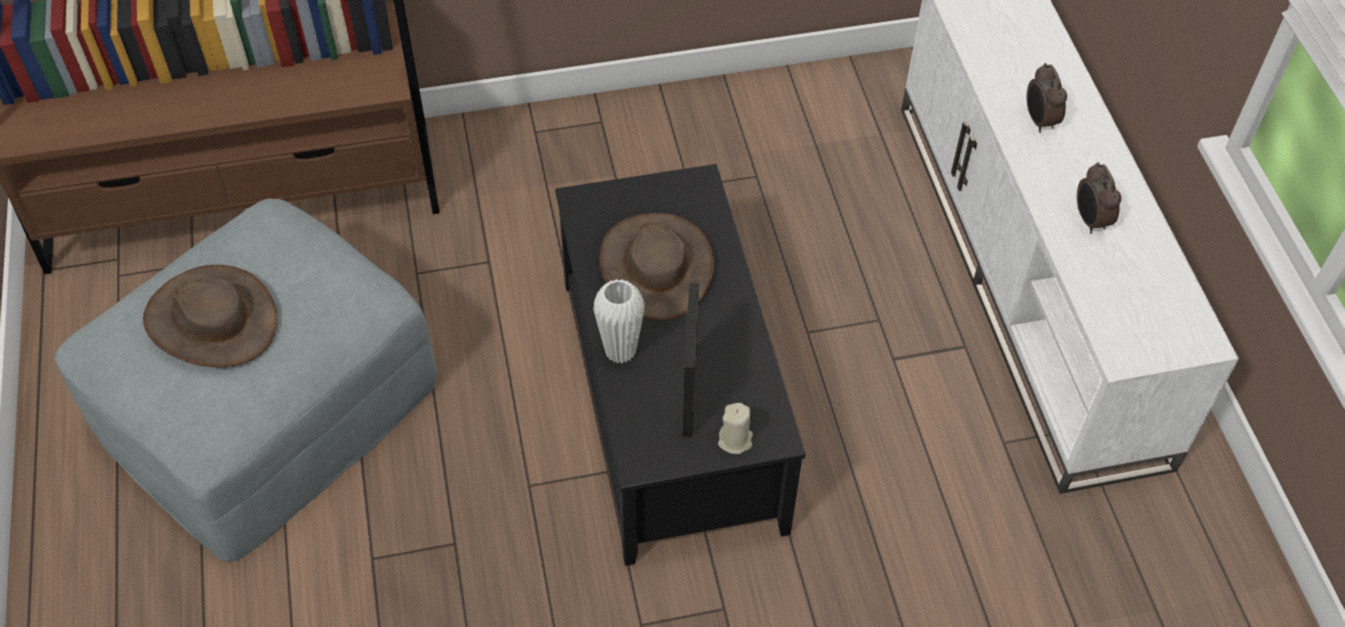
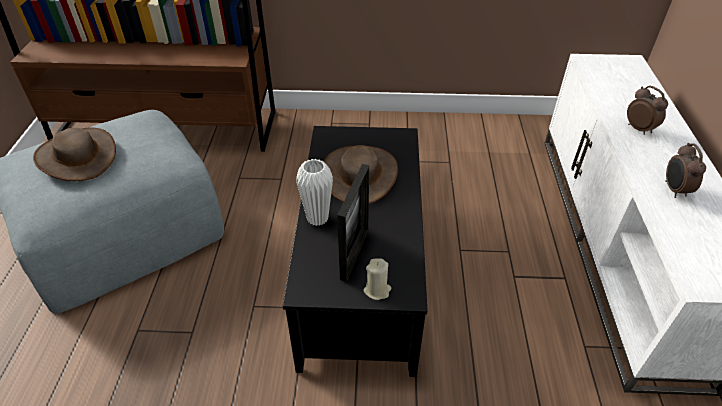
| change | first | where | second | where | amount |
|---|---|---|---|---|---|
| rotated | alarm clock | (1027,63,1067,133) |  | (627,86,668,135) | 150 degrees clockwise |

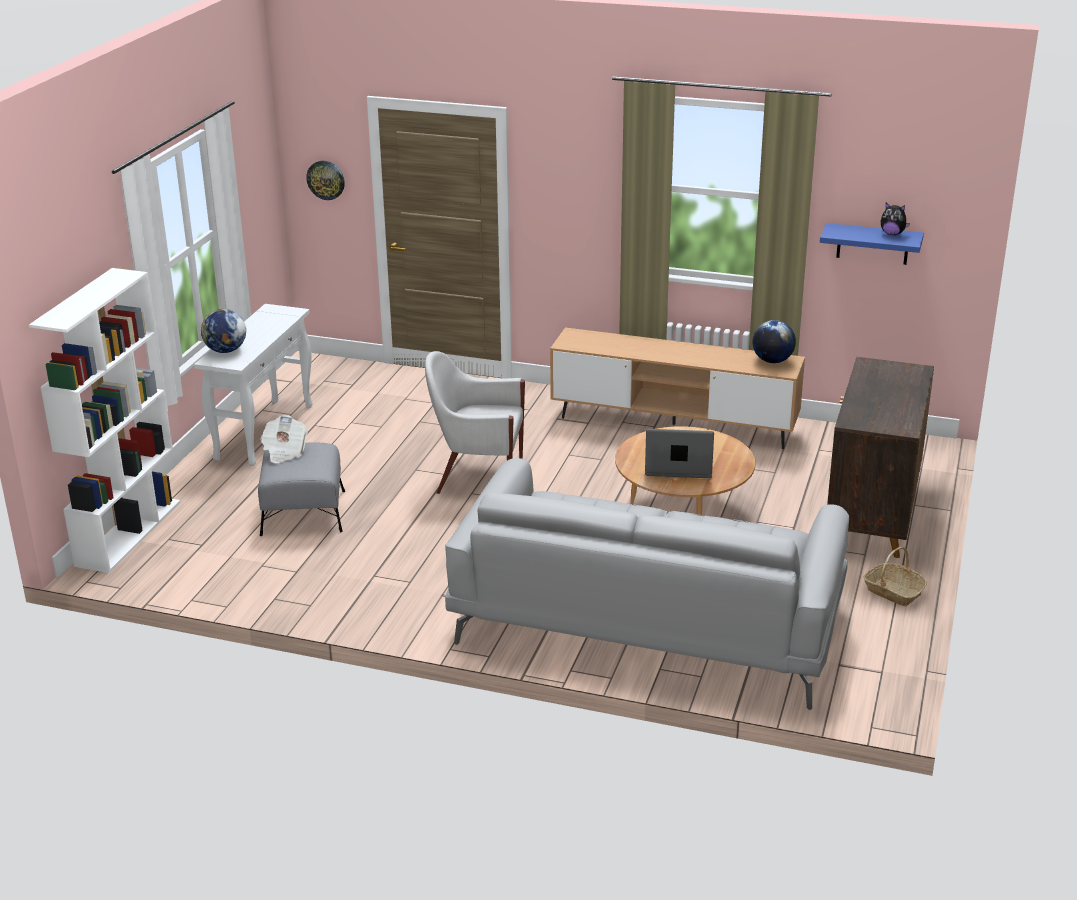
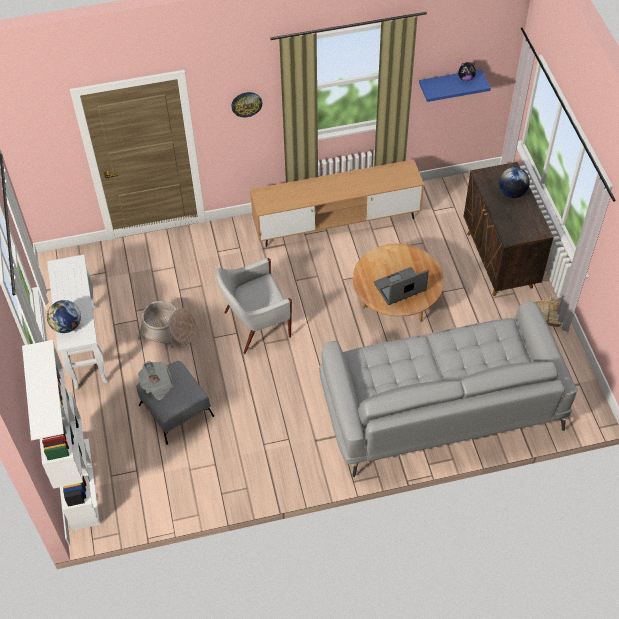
| change | first | where | second | where | amount |
|---|---|---|---|---|---|
| shifted | wall clock | (306,161,345,200) |  | (231,92,262,117) |  |
| shifted | globe | (752,320,796,363) |  | (499,167,530,198) |  |
| new |  |  | storage basket | (138,301,197,348) |  |

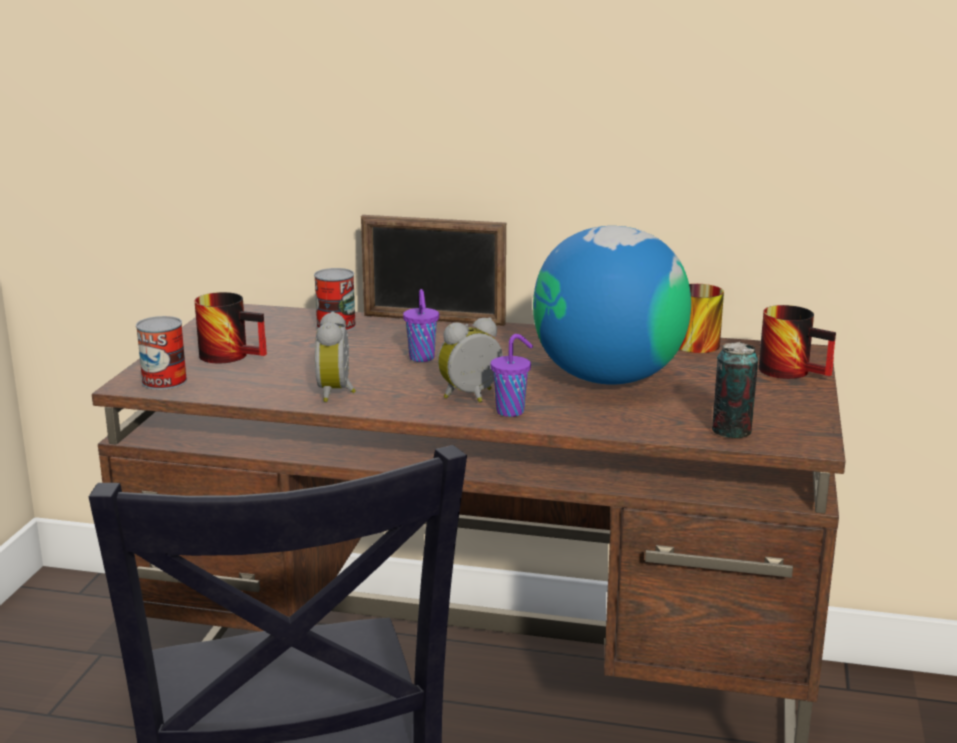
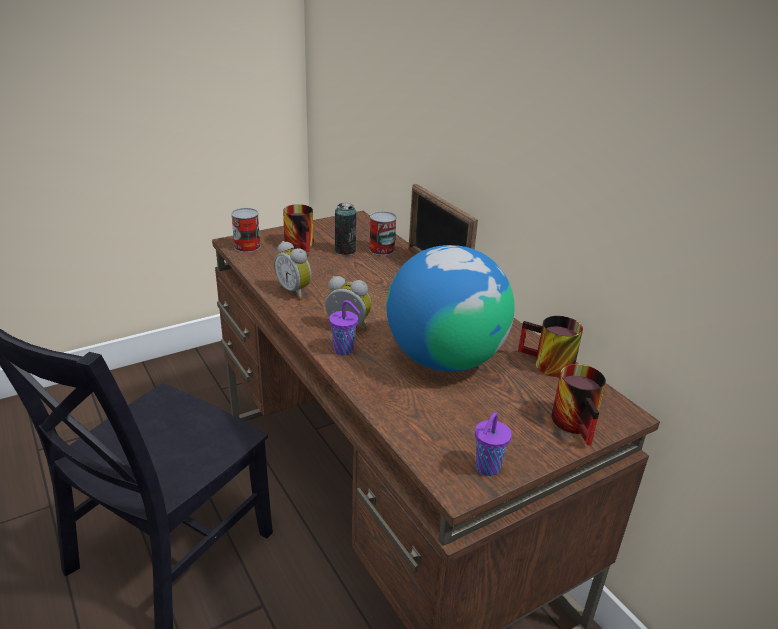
| change | first | where | second | where | amount |
|---|---|---|---|---|---|
| shifted | purplish drinking cup | (403,289,439,362) |  | (475,412,512,476) |  |
| rotated | alarm clock | (315,311,356,402) |  | (274,241,312,299) | 90 degrees counterclockwise |
| shifted | sealed can | (712,342,758,438) |  | (335,203,356,255) |  |

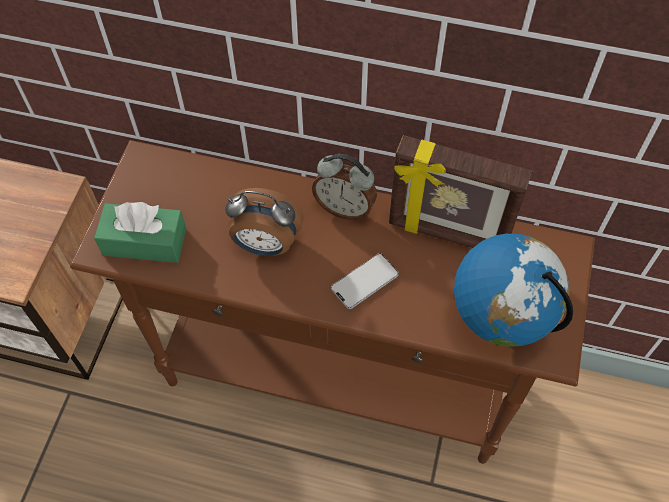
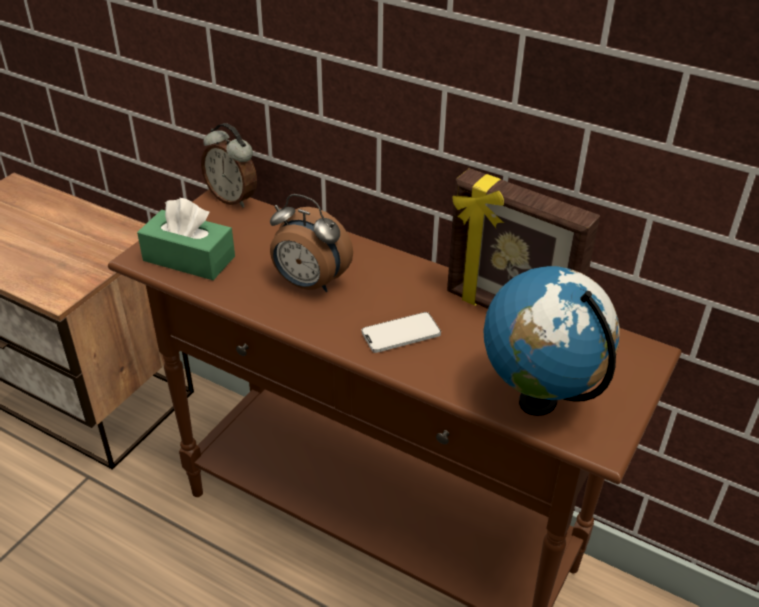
| change | first | where | second | where | amount |
|---|---|---|---|---|---|
| shifted | alarm clock | (312,154,377,220) |  | (201,123,257,207) |  |

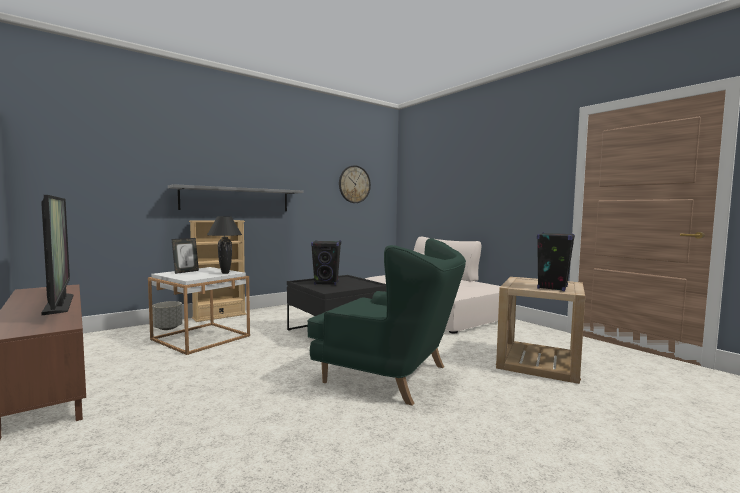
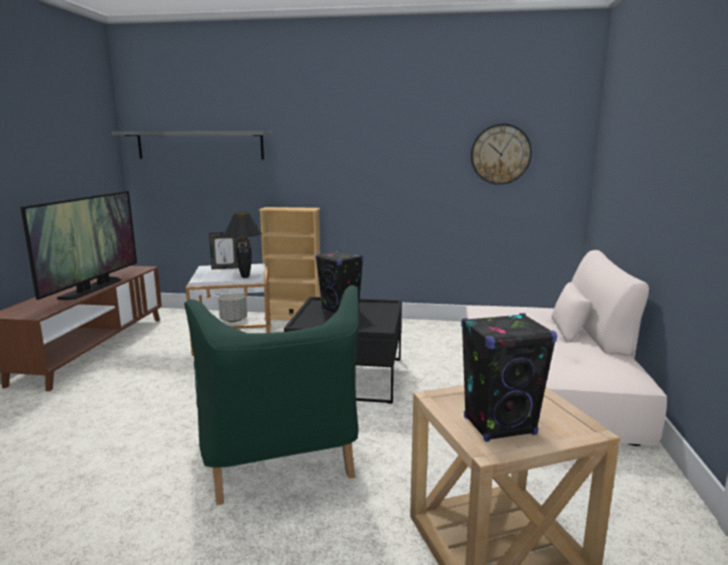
| change | first | where | second | where | amount |
|---|---|---|---|---|---|
| shifted | gray wall shelf | (168,184,304,211) |  | (112,131,272,159) |  |

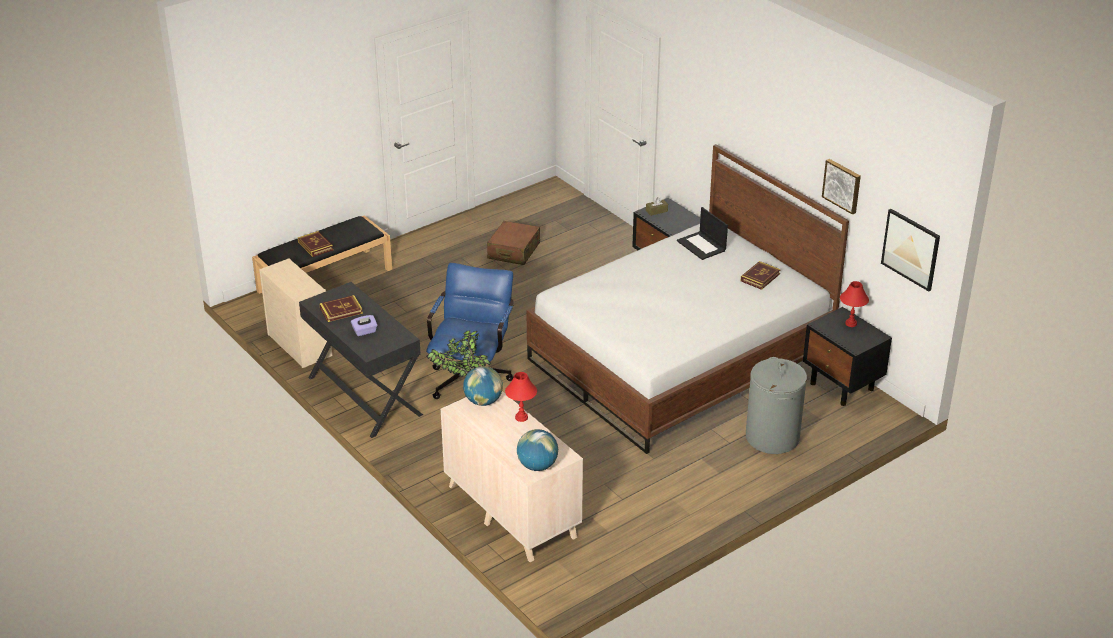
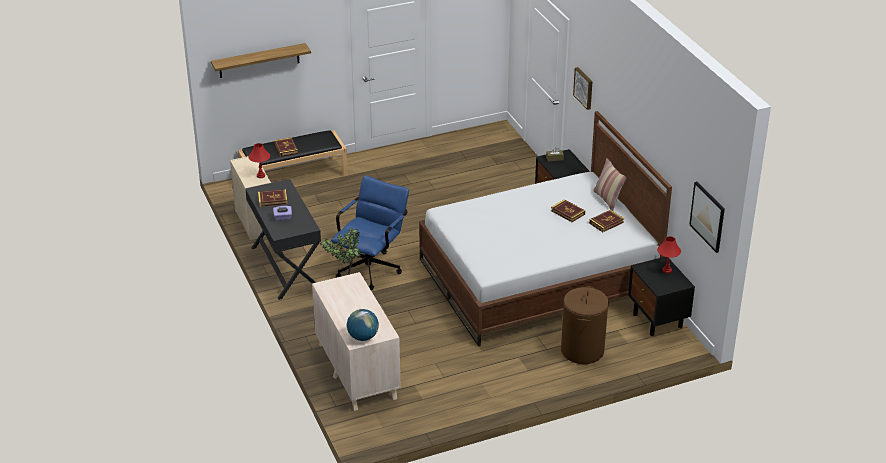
| change | first | where | second | where | amount |
|---|---|---|---|---|---|
| shifted | wall art | (822,159,861,215) |  | (573,67,593,110) |  |
| gone | portable computer | (677,207,728,260) |  |  |  |
| gone | brownish travel case | (487,221,540,265) |  |  |  |
| repainted | gray washing basket | (746,357,807,454) | brownish washing basket | (561,286,609,364) |  |
| gone | globe | (463,366,503,406) |  |  |  |
| shifted | red tabletop lamp | (505,372,537,422) |  | (248,143,270,178) |  |
| new |  |  | wall shelf | (211,43,311,78) |  |
| new |  |  | throw pillow | (593,158,627,211) |  |
| new |  |  | book | (551,199,585,222) |  |

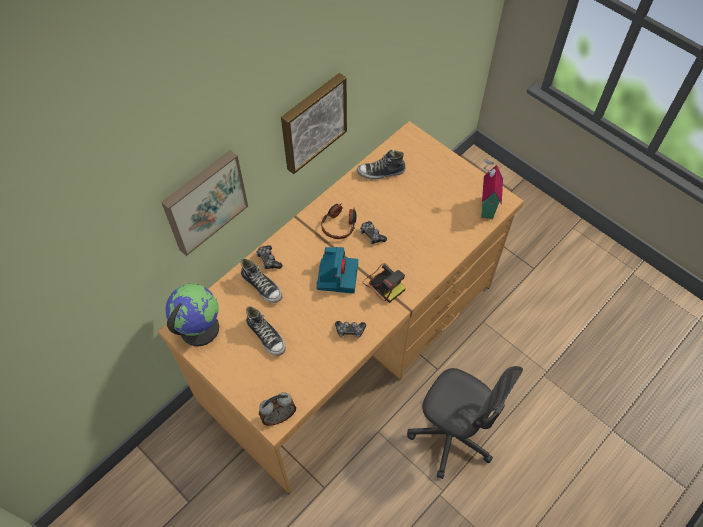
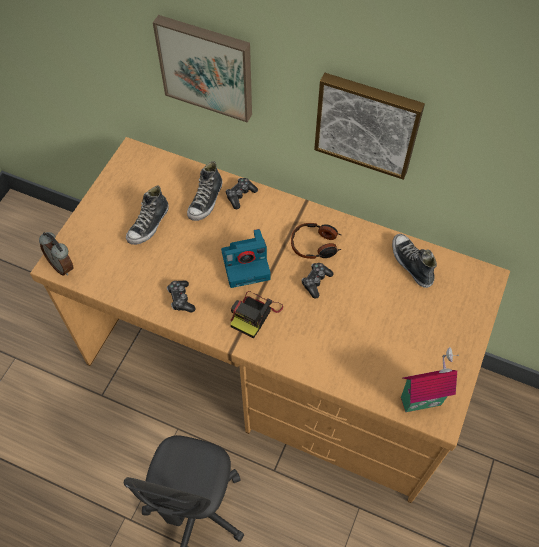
| change | first | where | second | where | amount |
|---|---|---|---|---|---|
| gone | globe | (166,283,219,346) |  |  |  |

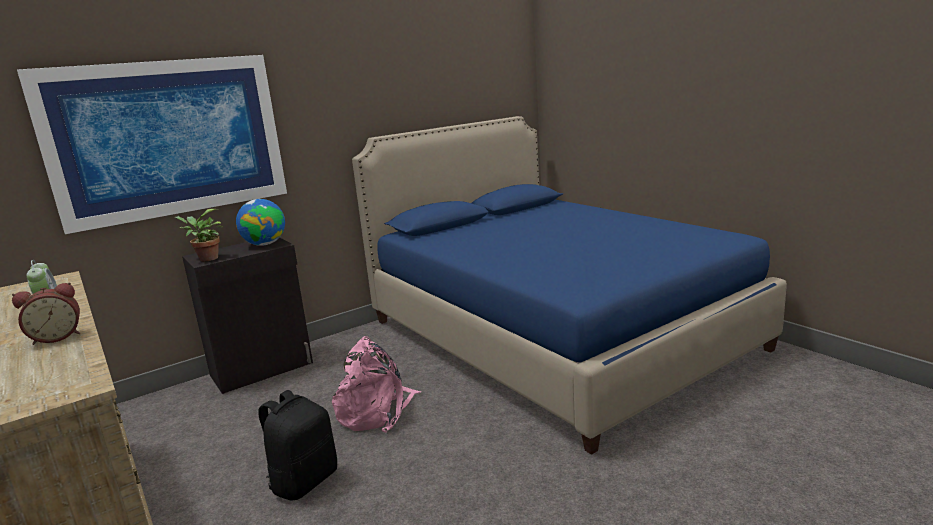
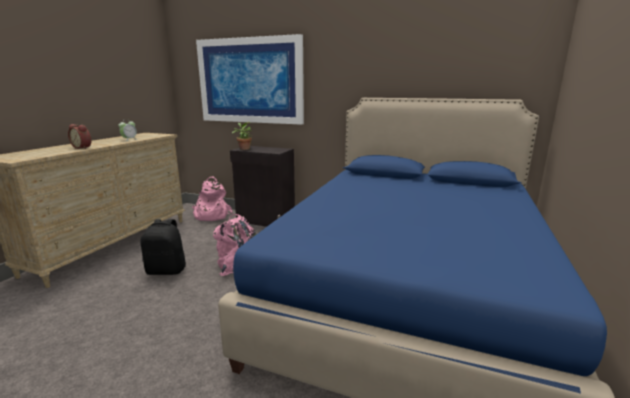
| change | first | where | second | where | amount |
|---|---|---|---|---|---|
| gone | globe | (236,199,285,246) |  |  |  |
| new |  |  | pink-coloured backpack | (192,177,233,221) |  |

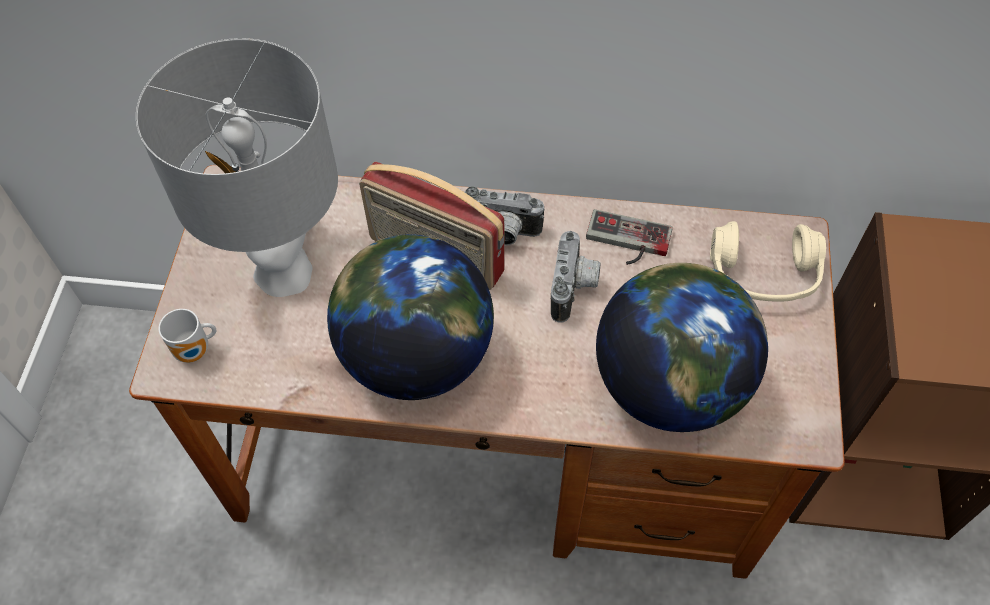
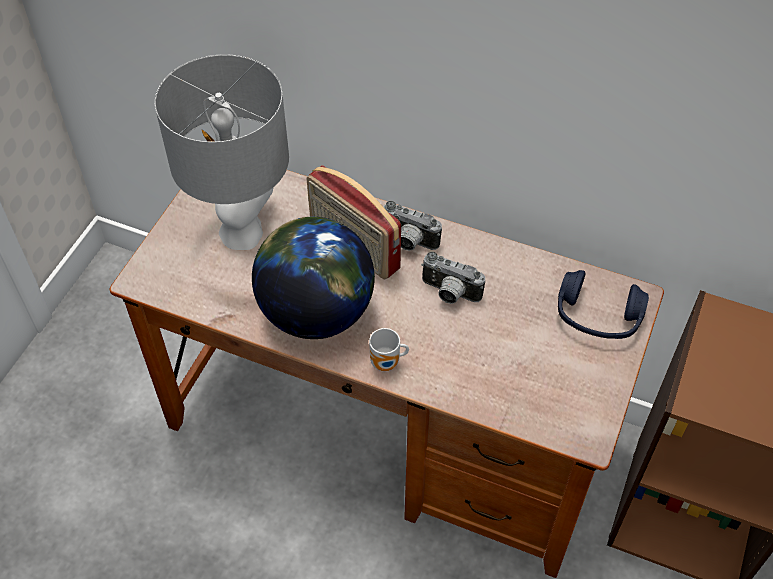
| change | first | where | second | where | amount |
|---|---|---|---|---|---|
| gone | joypad | (586,209,673,265) |  |  |  |
| repainted | beige pair of headphones | (710,221,826,301) | blue pair of headphones | (558,270,649,339) |  |
| rotated | still camera | (551,231,601,323) |  | (421,252,485,304) | 90 degrees clockwise |
| gone | globe | (596,263,768,432) |  |  |  |
| shifted | coffee mug | (158,309,216,363) |  | (369,328,409,371) |  |

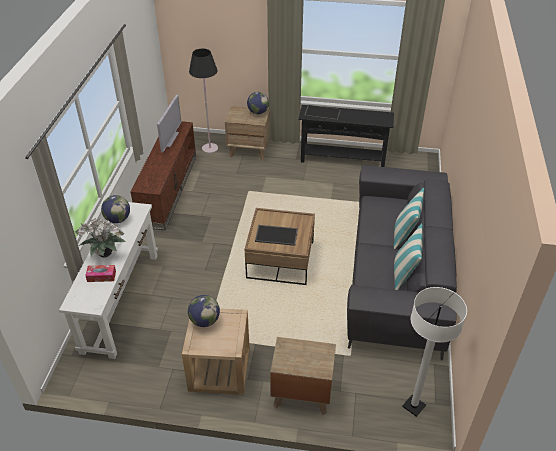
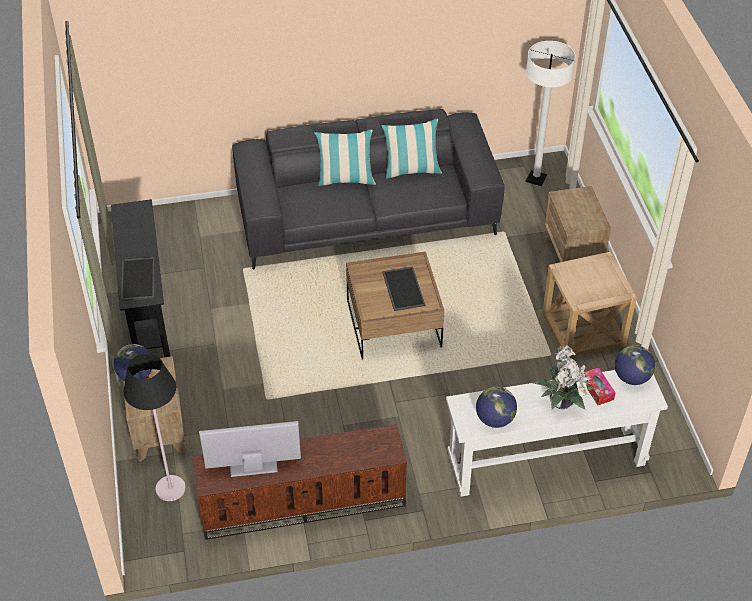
| change | first | where | second | where | amount |
|---|---|---|---|---|---|
| shifted | globe | (188,295,220,327) |  | (615,345,655,385) |  |

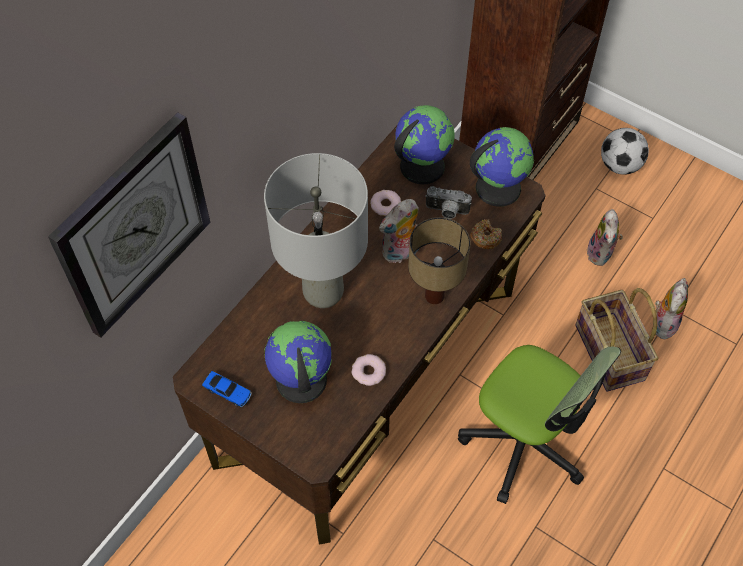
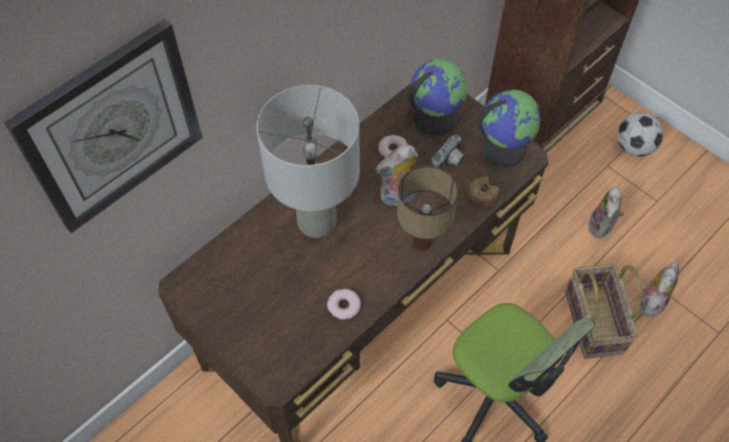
| change | first | where | second | where | amount |
|---|---|---|---|---|---|
| rotated | still camera | (425,186,472,219) |  | (431,135,465,170) | 75 degrees counterclockwise |
| gone | globe | (264,321,332,403) |  |  |  |
| gone | miniature car | (202,371,252,407) |  |  |  |

